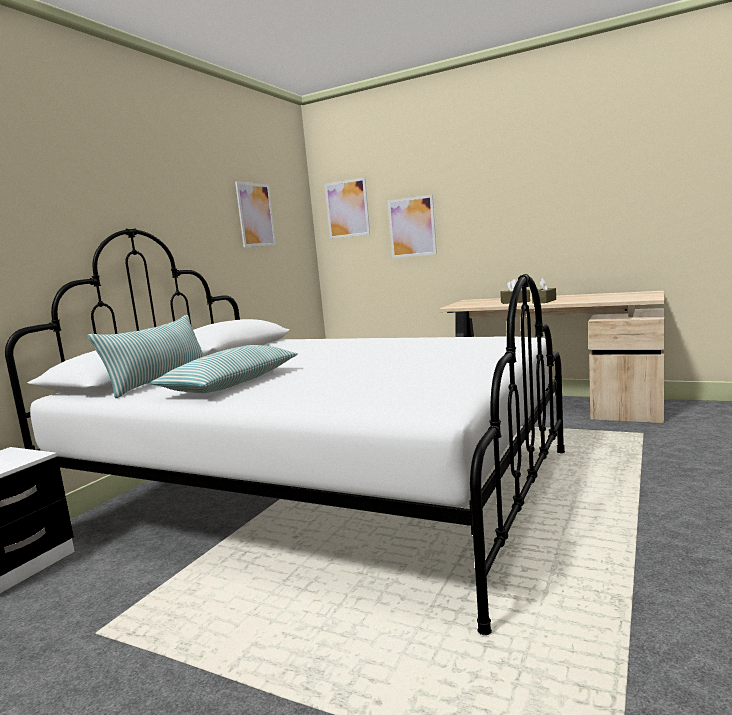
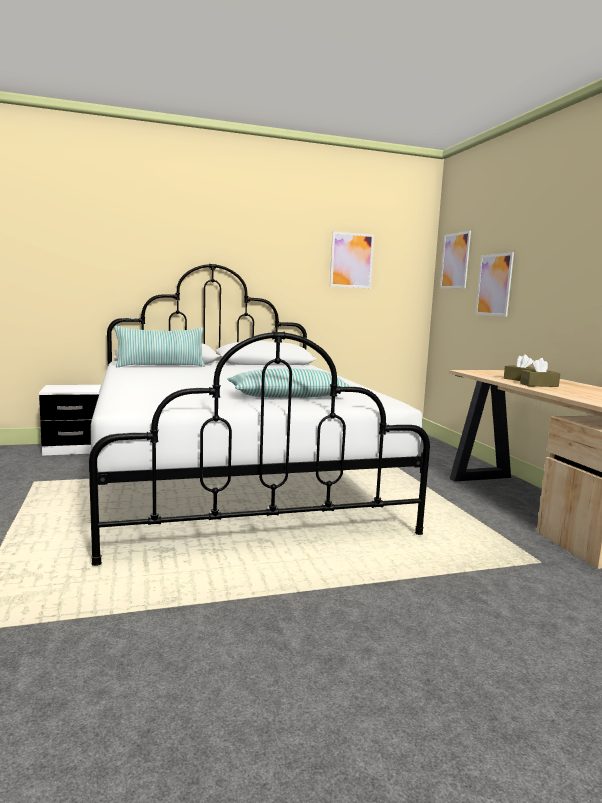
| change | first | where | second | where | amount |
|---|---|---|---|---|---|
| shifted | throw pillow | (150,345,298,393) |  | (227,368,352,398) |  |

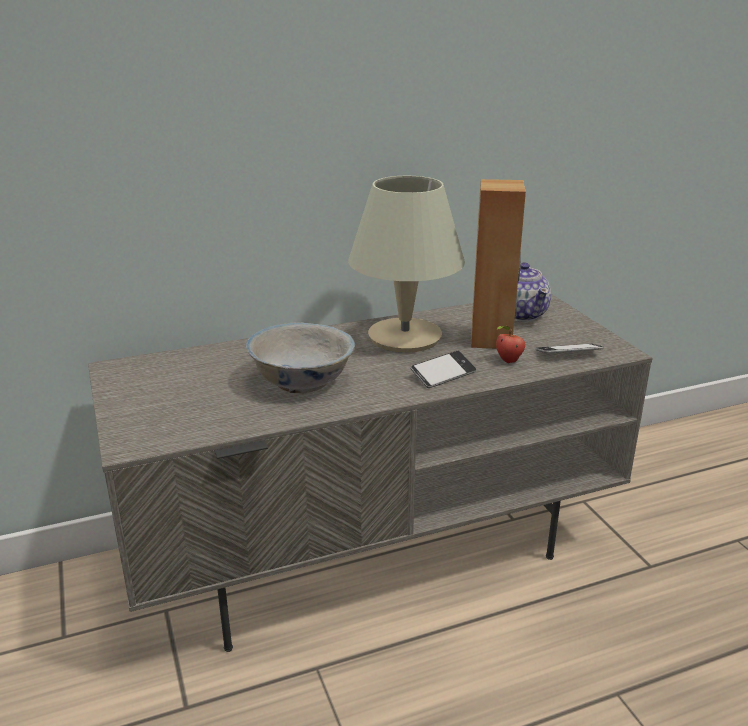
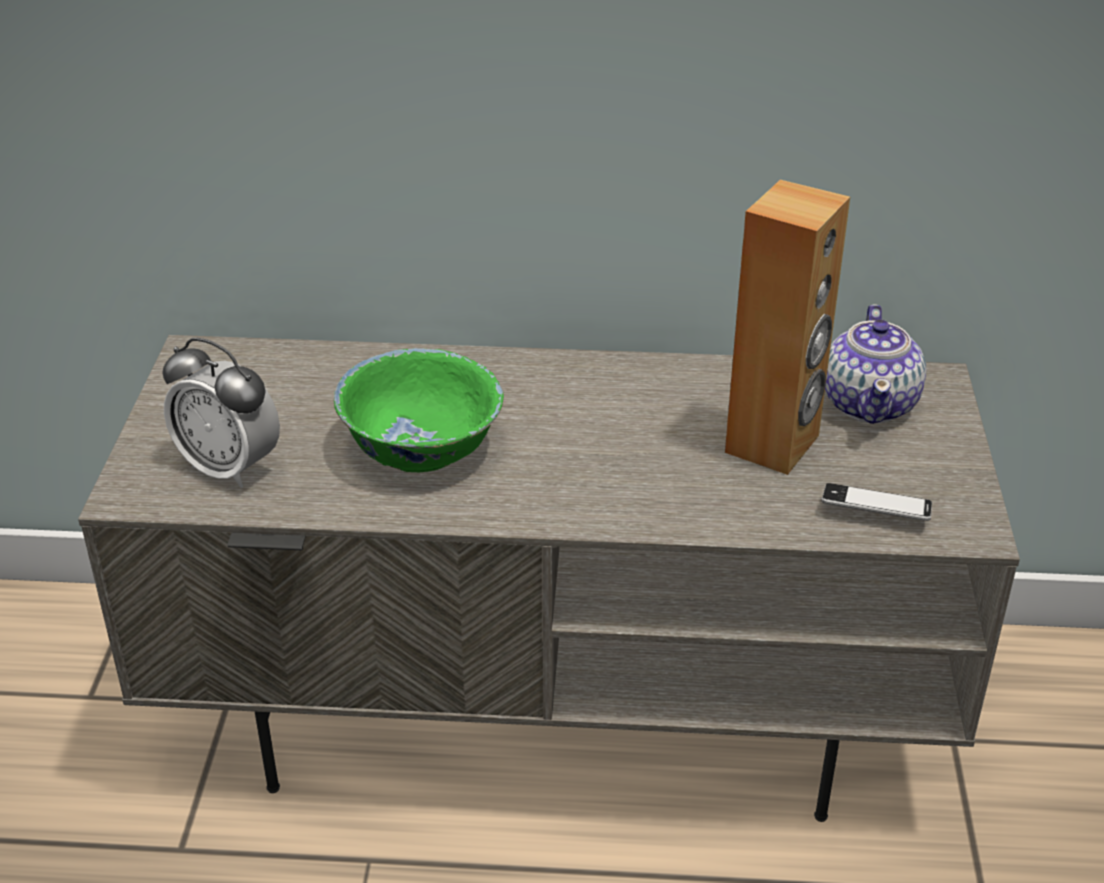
| change | first | where | second | where | amount |
|---|---|---|---|---|---|
| gone | beige tabletop lamp | (348,176,465,353) |  |  |  |
| repainted | whitish serving bowl | (246,323,355,394) | greenish serving bowl | (334,348,504,472) |  |
| gone | whole apple | (496,326,525,363) |  |  |  |
| gone | phone | (410,351,476,388) |  |  |  |
| new |  |  | alarm clock | (162,338,280,488) |  |

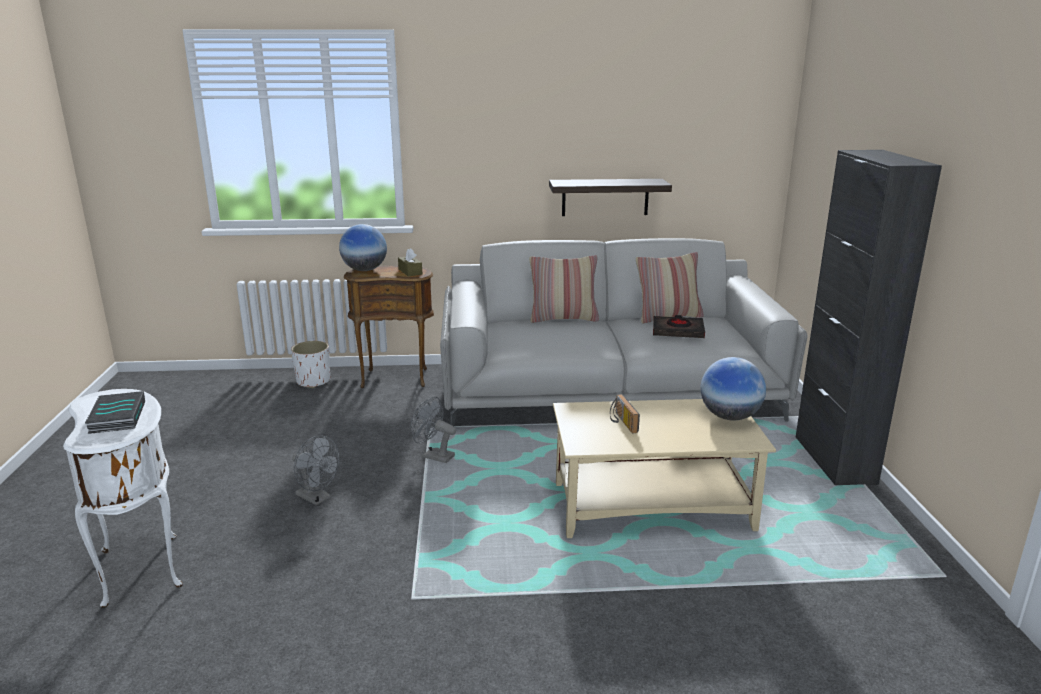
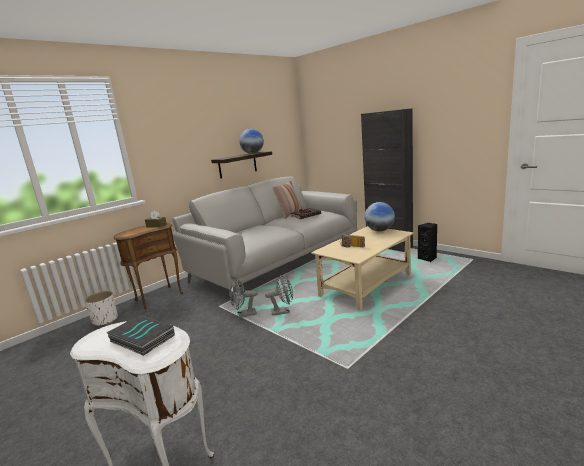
| change | first | where | second | where | amount |
|---|---|---|---|---|---|
| shifted | globe | (339,224,387,271) |  | (239,129,264,154) |  |
| gone | throw pillow | (529,255,599,323) |  |  |  |
| shifted | gray fan | (292,436,339,505) |  | (265,275,293,316) |  |
| new |  |  | black audio speaker | (418,223,437,262) |  |

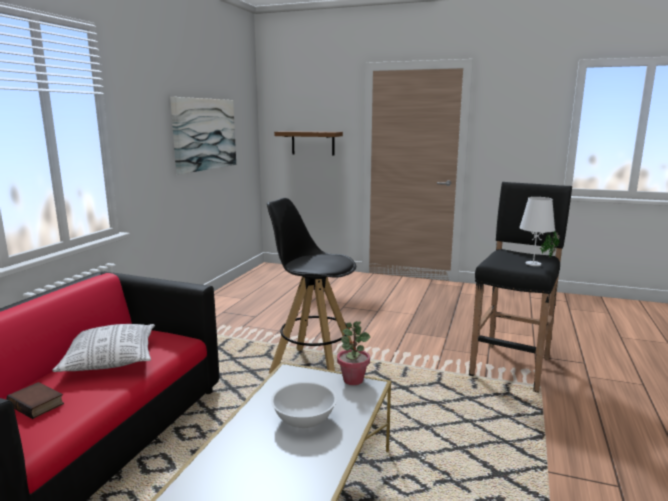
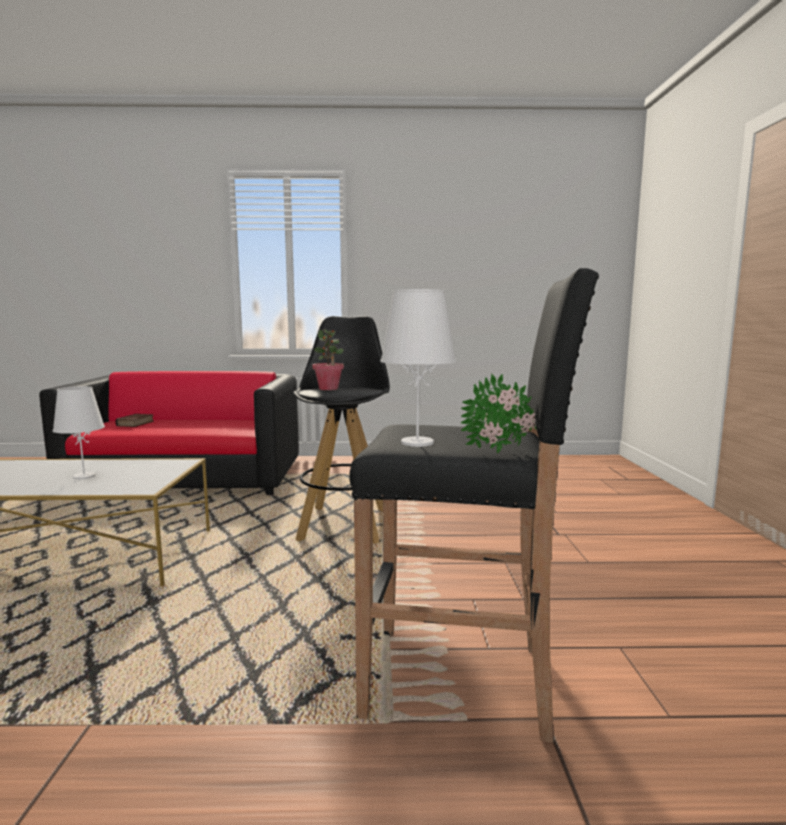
| change | first | where | second | where | amount |
|---|---|---|---|---|---|
| gone | wall art | (170,97,236,174) |  |  |  |
| gone | brownish wall shelf | (274,131,343,156) |  |  |  |
| shifted | houseplant | (337,321,370,385) |  | (312,329,344,390) |  |
| gone | throw pillow | (52,324,155,372) |  |  |  |
| swapped | whitish serving bowl | (271,382,337,428) | whitish tabletop lamp | (53,386,105,479) |  |

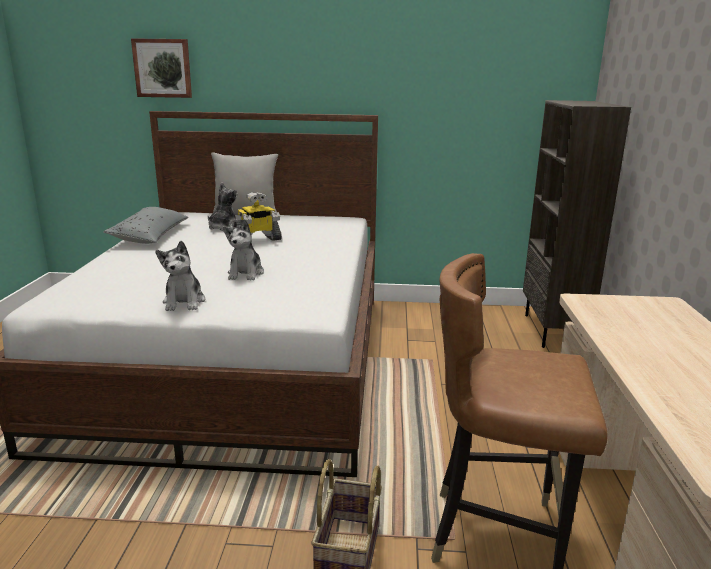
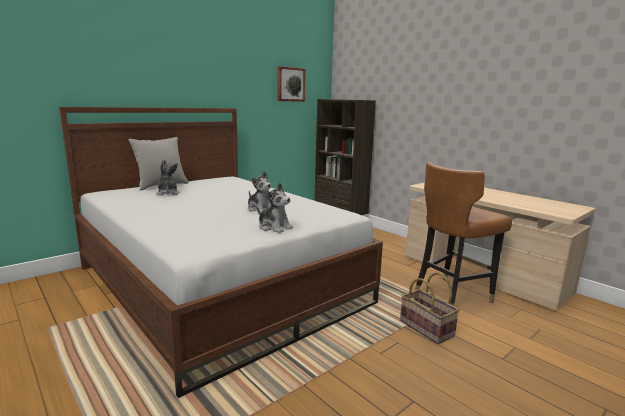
| change | first | where | second | where | amount |
|---|---|---|---|---|---|
| shifted | wall art | (131,38,192,98) |  | (278,66,305,102) |  |
| gone | toy robot | (233,192,282,241) |  |  |  |
| gone | gray throw pillow | (103,207,188,244) |  |  |  |

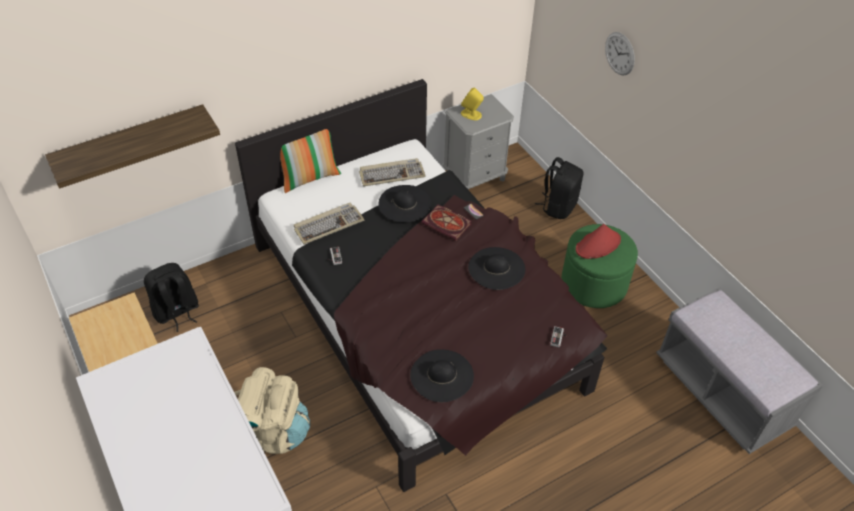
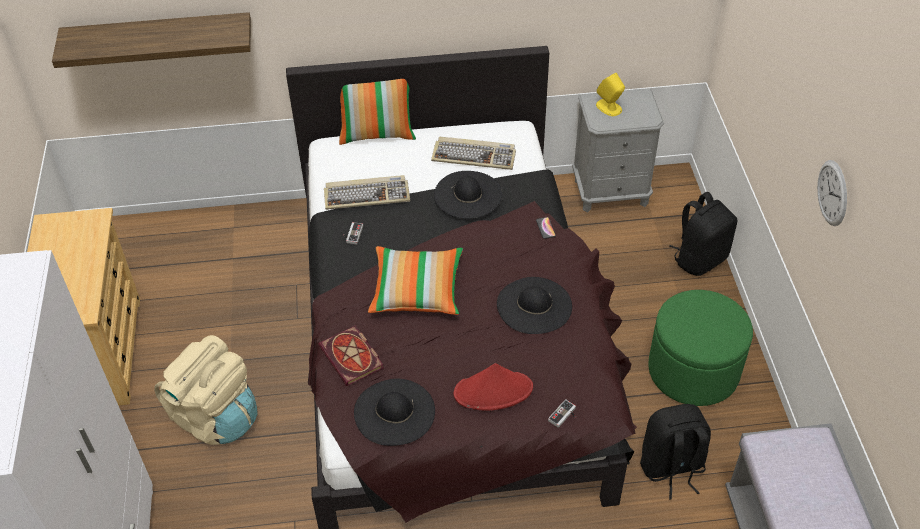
| change | first | where | second | where | amount |
|---|---|---|---|---|---|
| shifted | wall clock | (605,32,635,76) |  | (817,160,847,226) |  |
| shifted | book | (421,205,472,241) |  | (319,326,383,386) |  |
| shifted | red hat | (576,224,621,259) |  | (454,363,533,411) |  |
| shifted | black backpack | (144,263,199,332) |  | (640,404,711,500) |  |
| new |  |  | throw pillow | (368,246,463,315) |  |

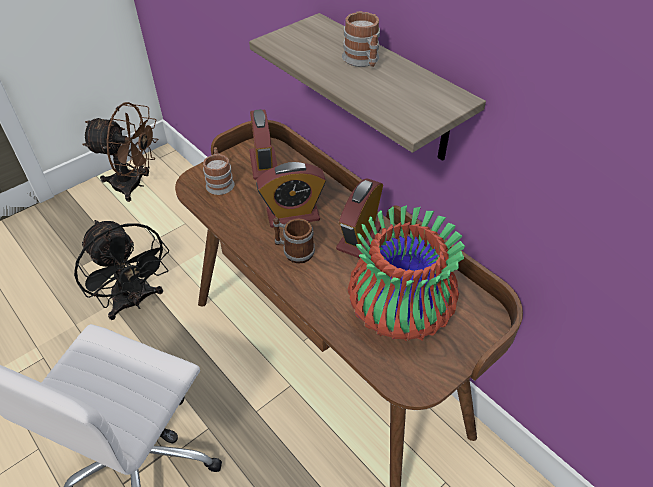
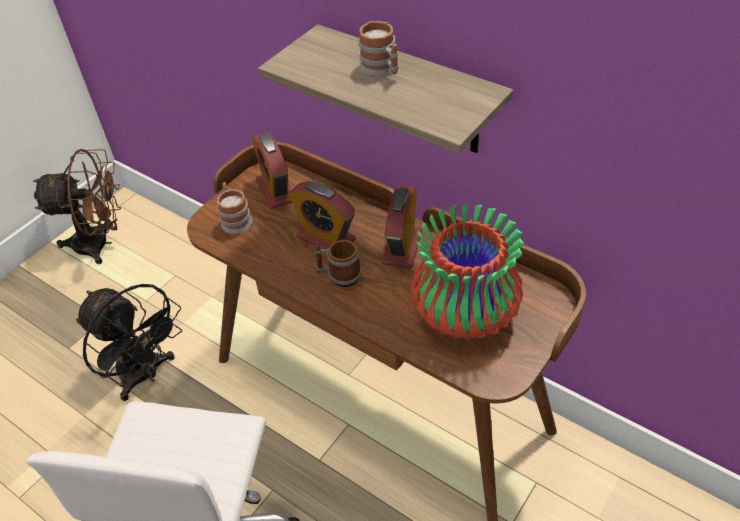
| change | first | where | second | where | amount |
|---|---|---|---|---|---|
| rotated | alarm clock | (256,162,326,228) |  | (288,181,355,249) | 60 degrees clockwise |

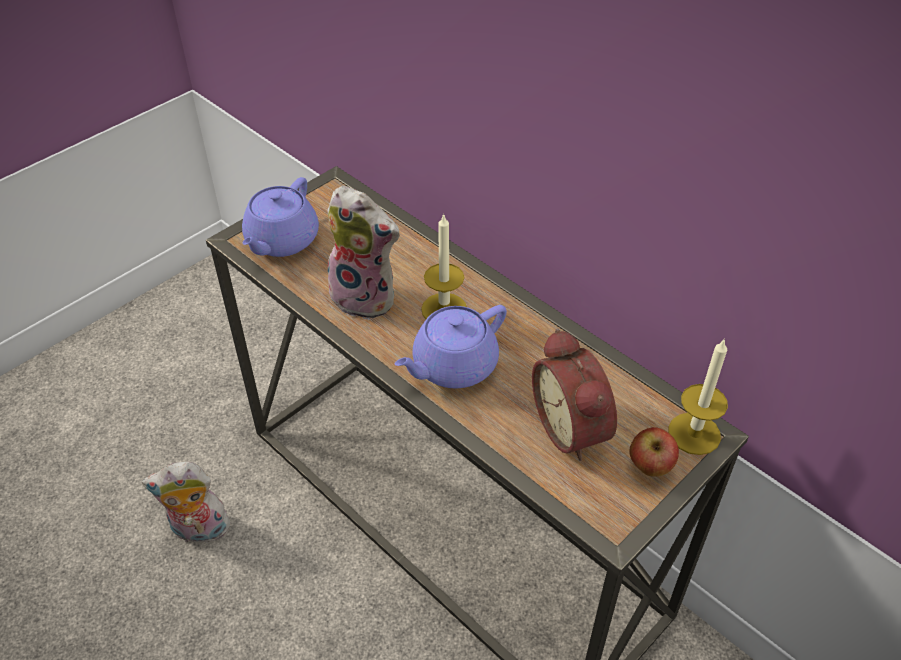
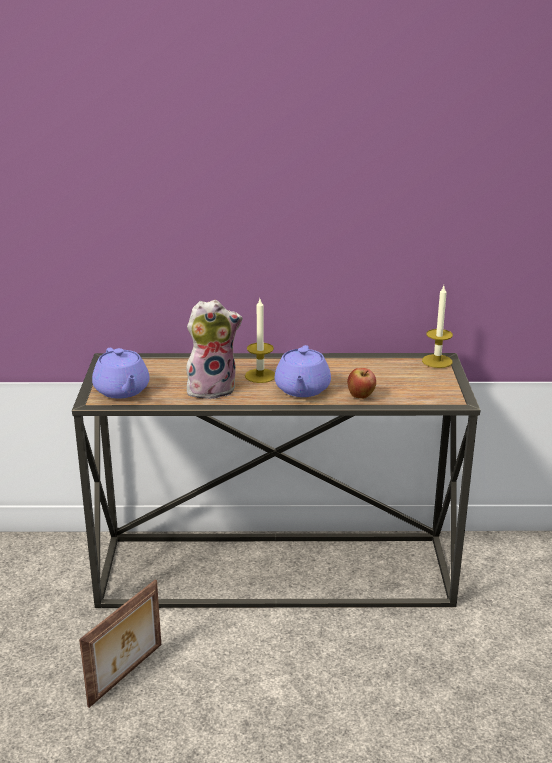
| change | first | where | second | where | amount |
|---|---|---|---|---|---|
| gone | alarm clock | (532,328,617,461) |  |  |  |
| shifted | whole apple | (629,427,679,477) |  | (347,368,376,399) |  |
| swapped | cuddly toy | (142,461,230,543) | picture frame | (79,579,161,708) |  |

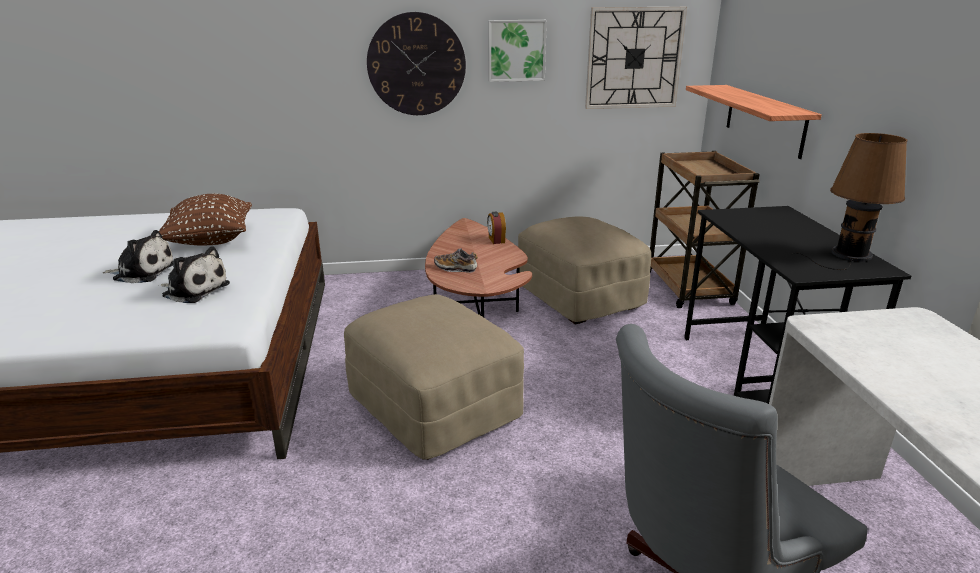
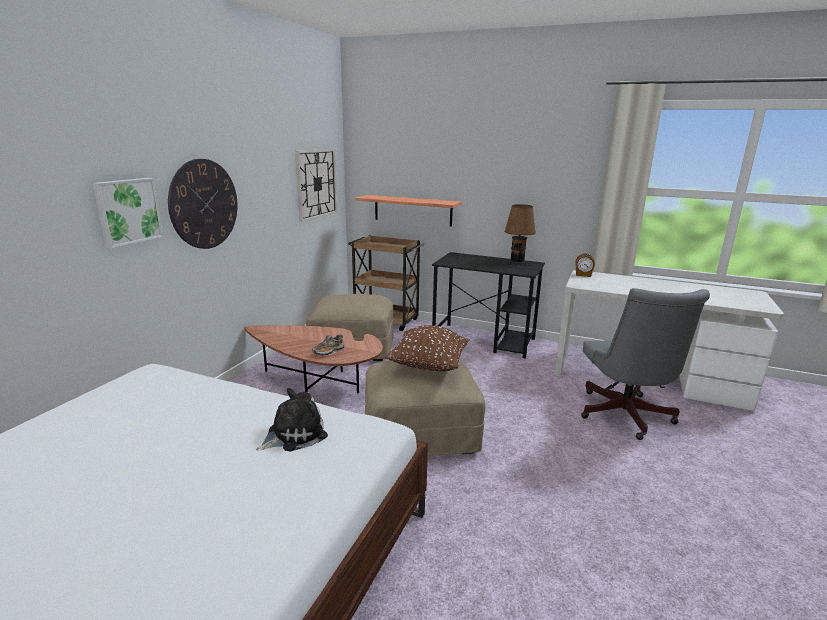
| change | first | where | second | where | amount |
|---|---|---|---|---|---|
| shifted | wall art | (488,20,547,82) |  | (93,178,163,248) |  |
| shifted | brownish throw pillow | (159,194,252,245) |  | (386,325,470,371) |  |
| shifted | alarm clock | (487,212,506,244) |  | (575,253,595,277) |  |
| gone | cuddly toy | (103,230,173,283) |  |  |  |

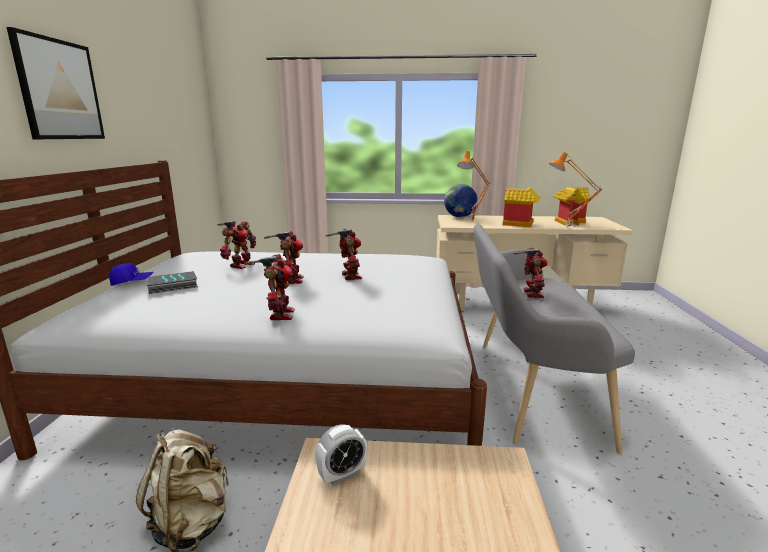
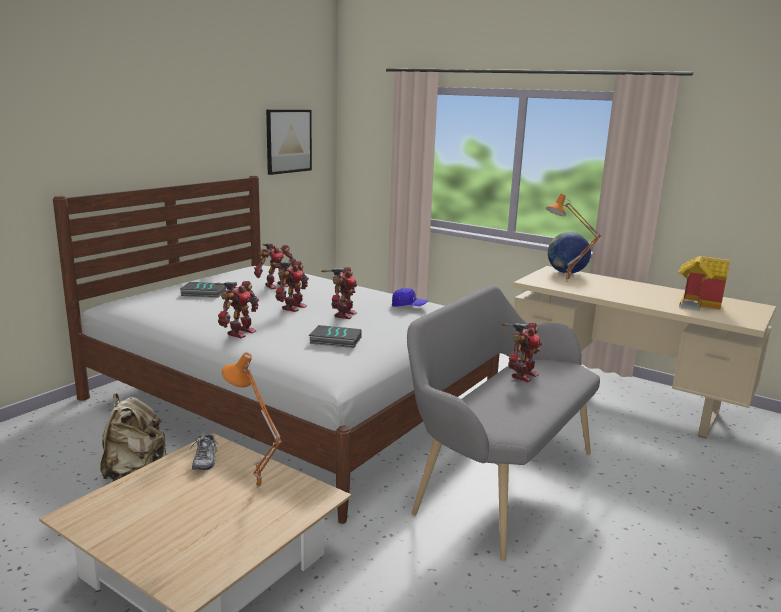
| change | first | where | second | where | amount |
|---|---|---|---|---|---|
| shifted | wall art | (7,27,105,139) |  | (266,109,312,175) |  |
| shifted | orange-coloured tabletop lamp | (549,152,602,226) |  | (221,352,282,488) |  |
| gone | toy house | (503,187,541,227) |  |  |  |
| shifted | blue peaked cap | (109,263,153,286) |  | (392,288,429,307) |  |
| swapped | alarm clock | (315,424,367,485) | shoe | (190,434,218,470) |  |
| new |  |  | book | (309,325,362,348) |  |

